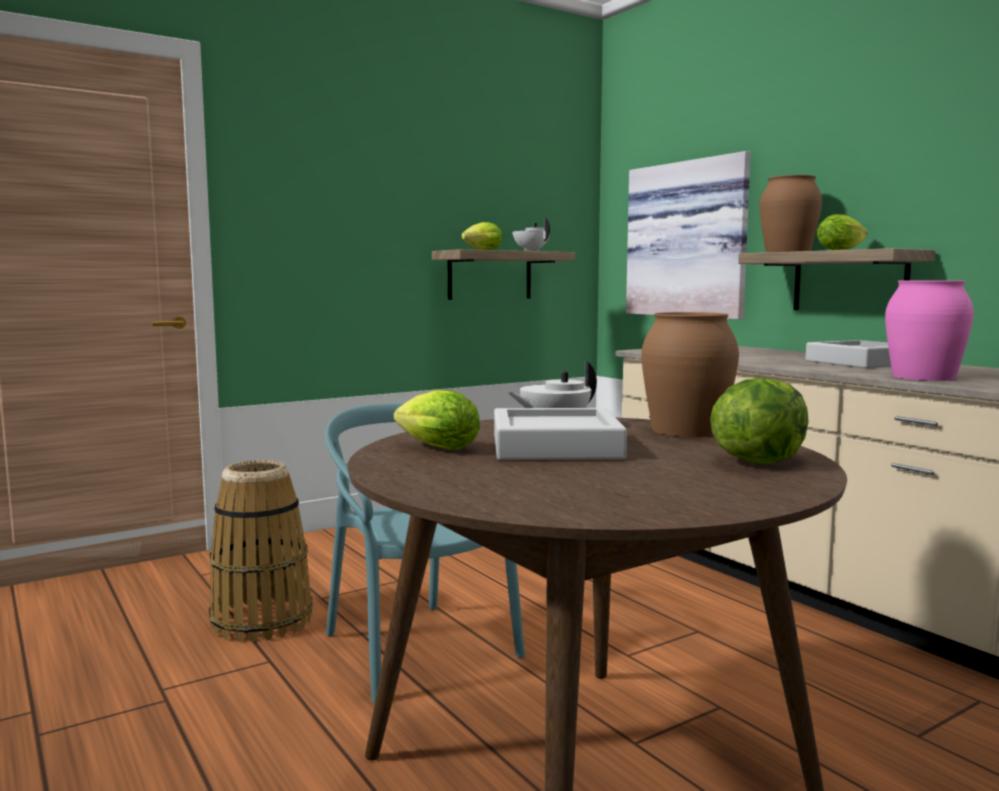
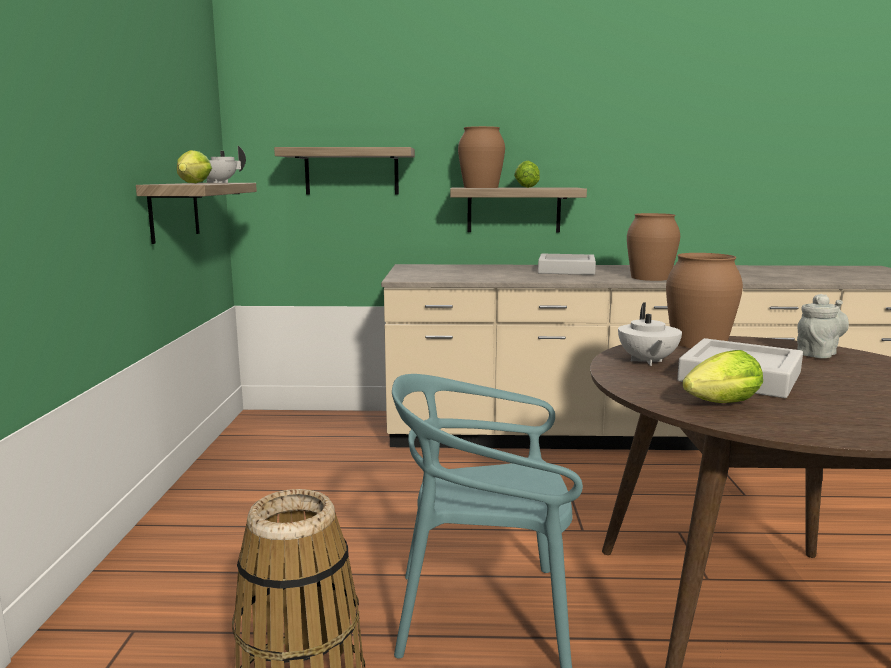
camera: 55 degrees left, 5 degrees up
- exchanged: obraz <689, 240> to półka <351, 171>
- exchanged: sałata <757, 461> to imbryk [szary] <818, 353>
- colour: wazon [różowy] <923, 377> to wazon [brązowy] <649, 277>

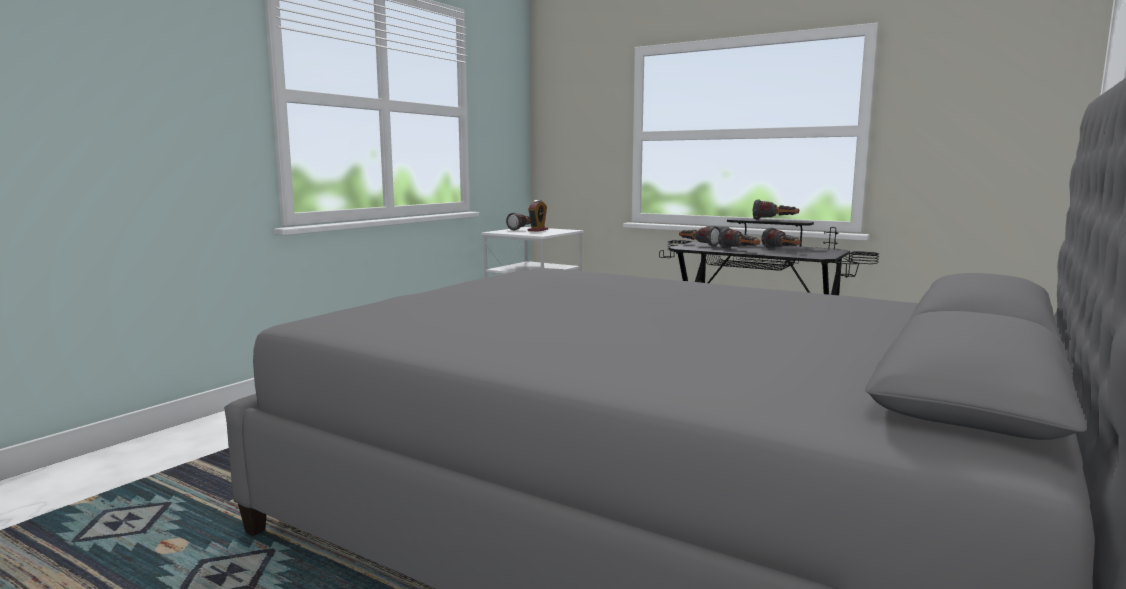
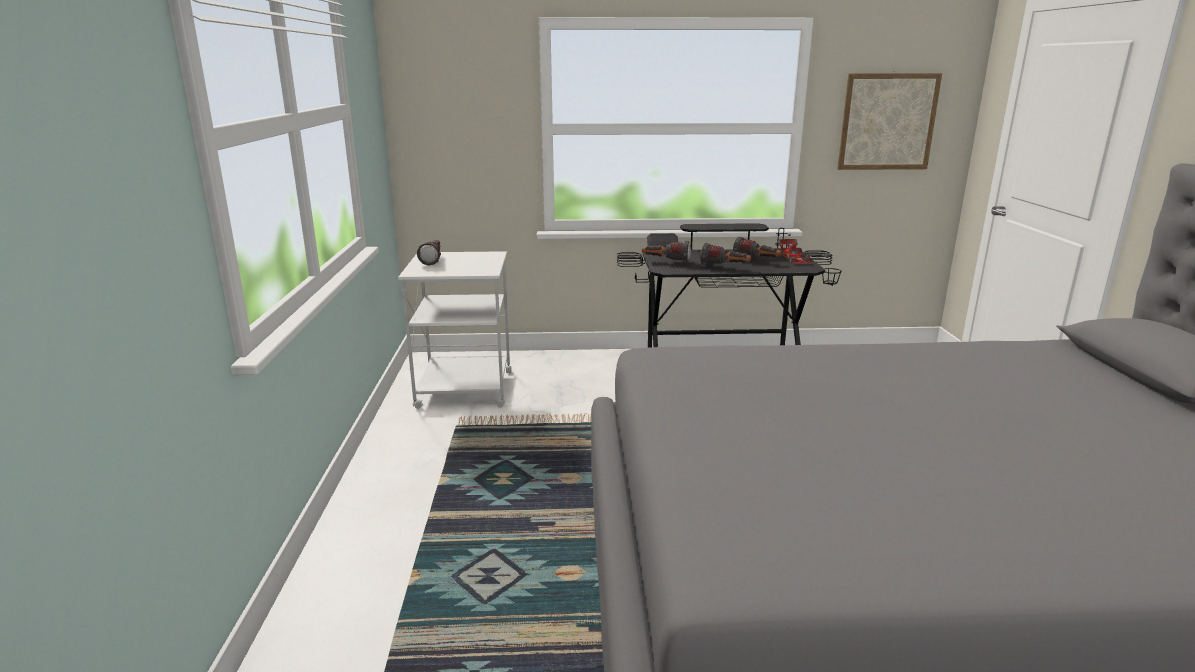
camera: 35 degrees left, 10 degrees up
- missing: budzik <537, 230>
- missing: latarka <775, 220>
- appeared: samochodzik <793, 258>
- appeared: obraz <888, 121>

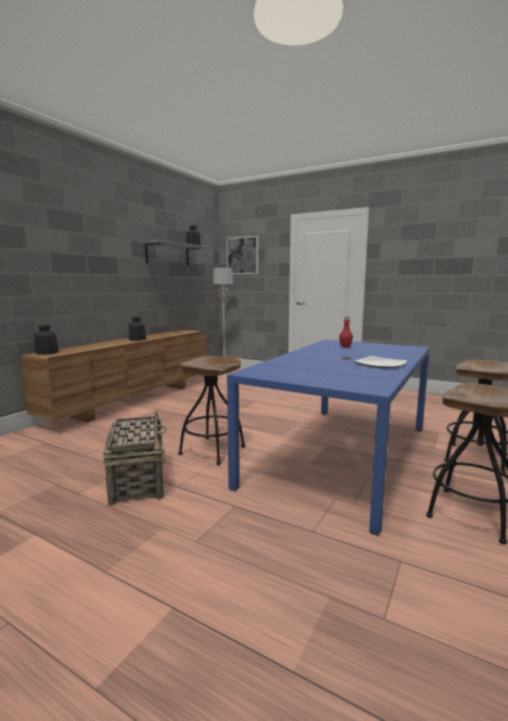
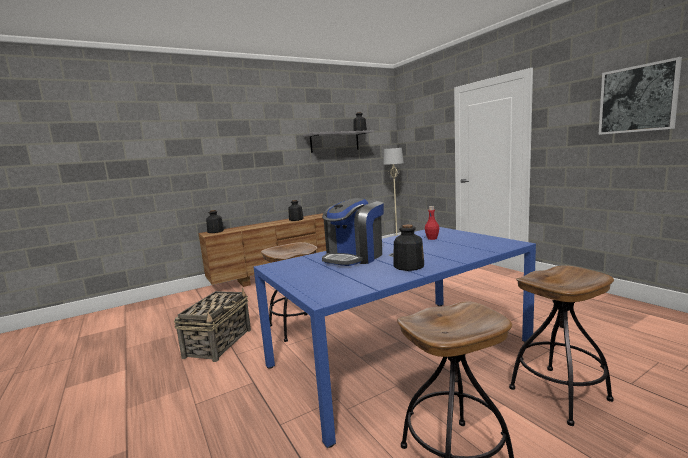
camera: 30 degrees right, 0 degrees up
- relocated: obraz <243, 255> to <637, 99>
- exchanged: talerz <380, 364> to butelka <408, 266>
- appeared: ekspres do kawy <354, 257>

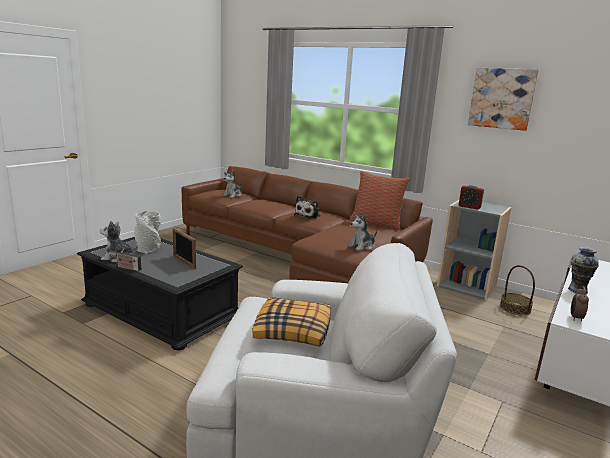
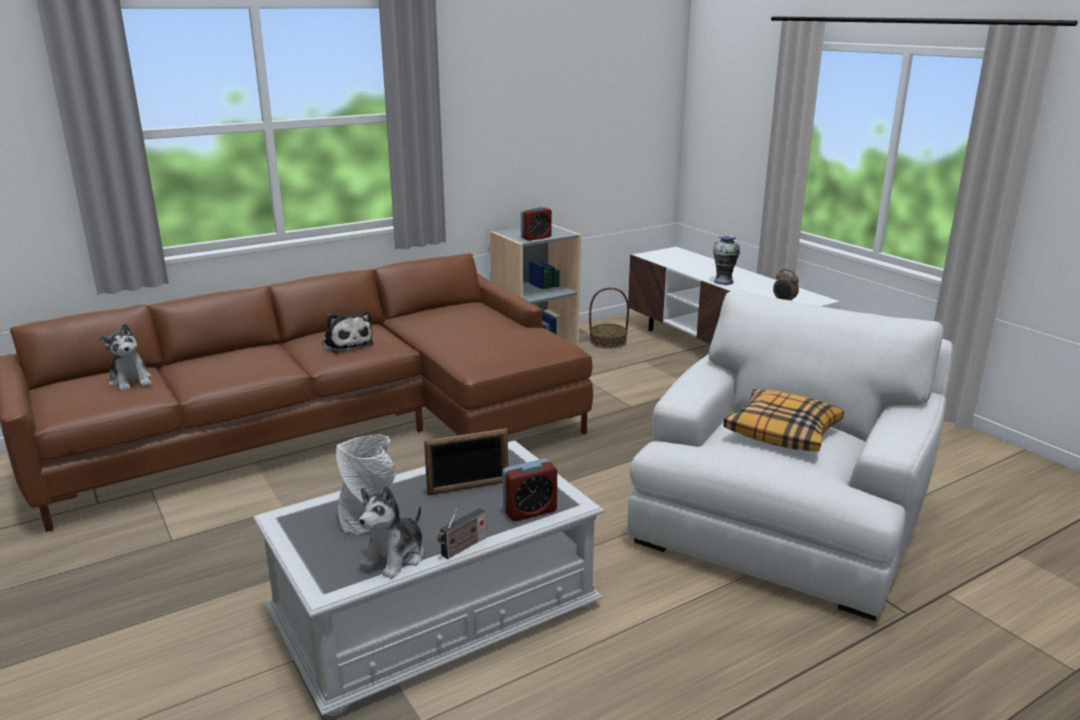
camera: 65 degrees left, 5 degrees up
- colour: ława [czarny] <162, 311> to ława [biały] <436, 609>
- missing: pluszak <362, 246>
- missing: poduszka <376, 223>
- missing: obraz <502, 98>
- appeared: budzik <530, 511>

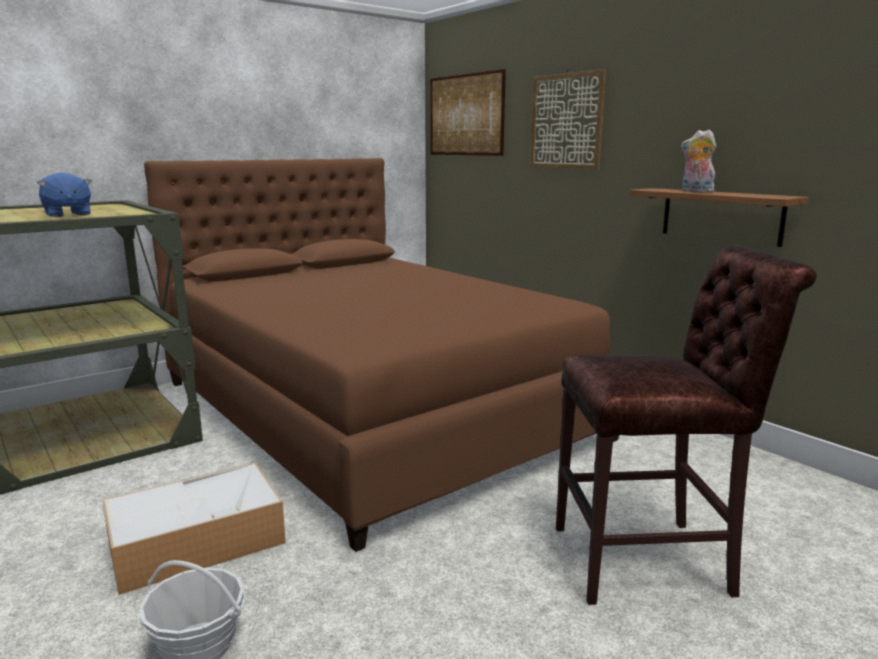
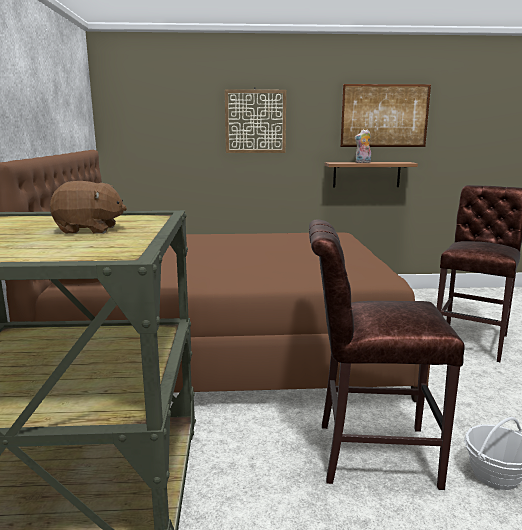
camera: 55 degrees left, 0 degrees up
- colour: pluszak [niebieski] <67, 215> to pluszak [brązowy] <89, 230>
- exchanged: pojemnik do przechowywania <199, 541> to stołek [brązowy] <368, 453>
- relocated: obraz <465, 115> to <384, 116>

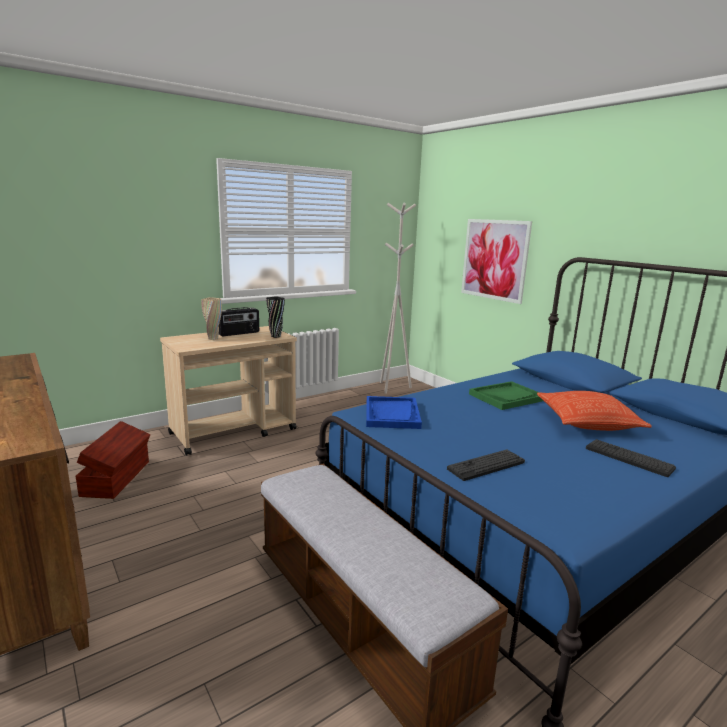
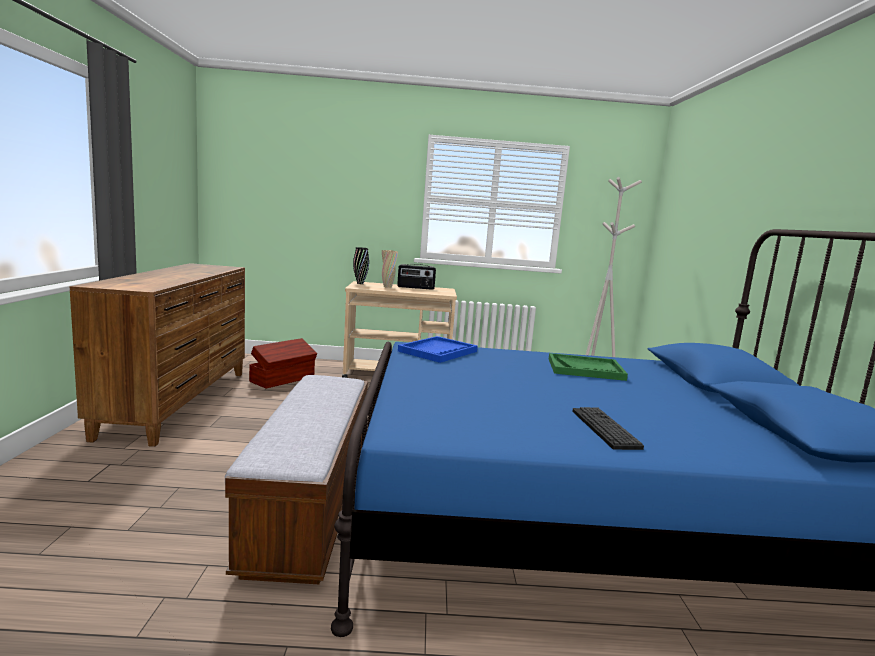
camera: 35 degrees right, 5 degrees down
- relocated: wazon [czarny] <276, 336> to <360, 283>
- missing: klawiatura <486, 465>
- missing: obraz <494, 259>
- missing: poduszka [pomarańczowy] <587, 423>

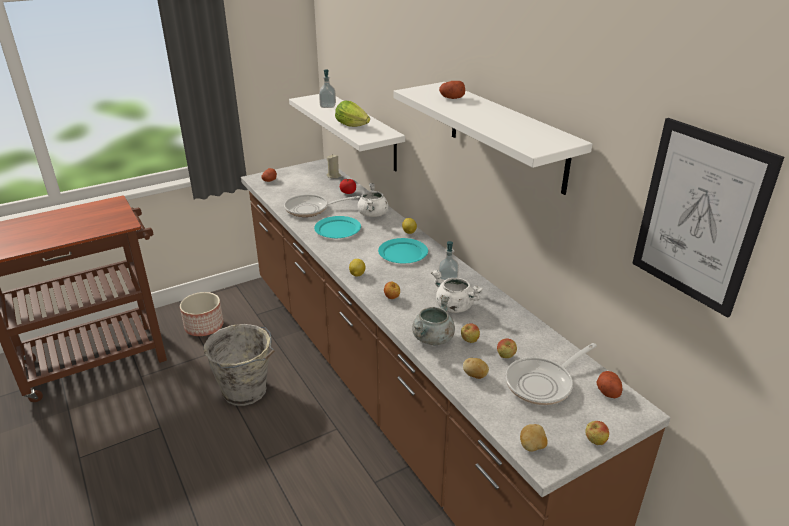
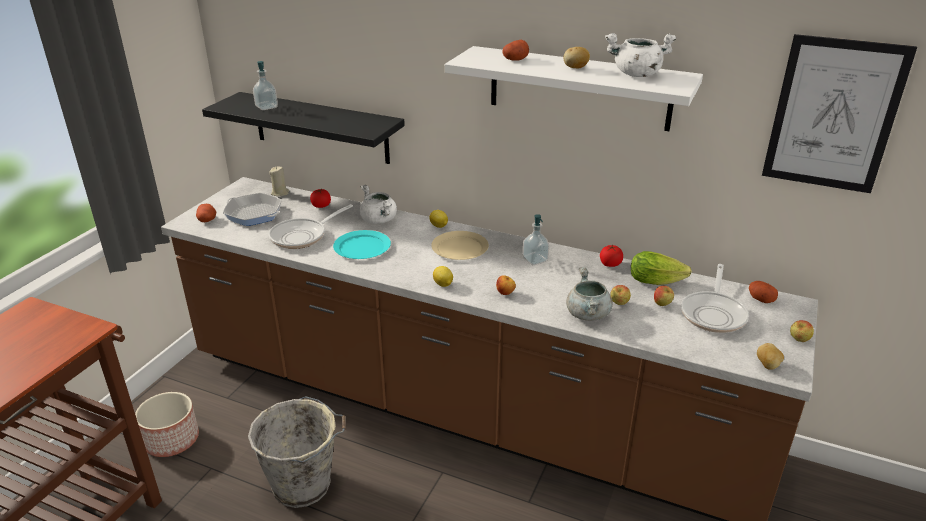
camera: 35 degrees left, 0 degrees up
- colour: półka [biały] <364, 131> to półka [czarny] <320, 128>
- relocated: sałata <353, 125> to <659, 281>
- colour: talerz [turkusowy] <403, 253> to talerz [beżowy] <460, 248>
- relocated: garnek [biały] <454, 307> to <636, 74>
- relocated: ziemniak <475, 376> to <575, 68>
- appeared: patelnia <254, 214>
- appeared: pomidor <610, 264>

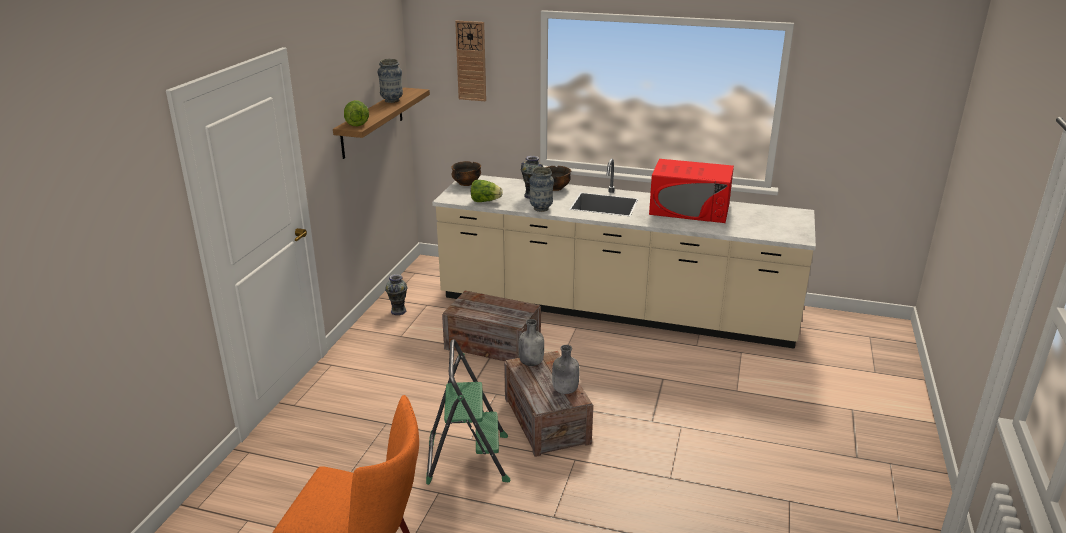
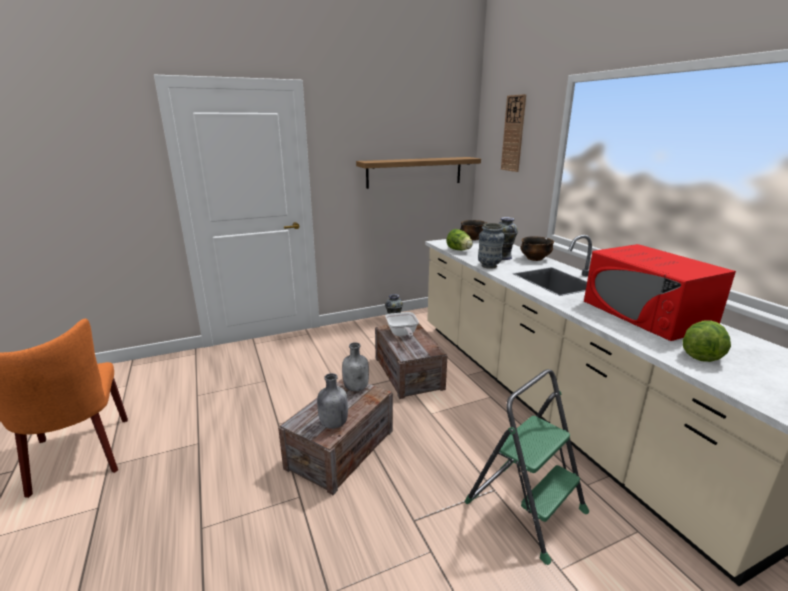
camera: 50 degrees right, 5 degrees down
- relocated: sałata <357, 123> to <701, 354>
- missing: wazon <392, 101>
- relocated: drabinka [zielony] <464, 458> to <522, 503>
- appeared: patelnia <402, 334>

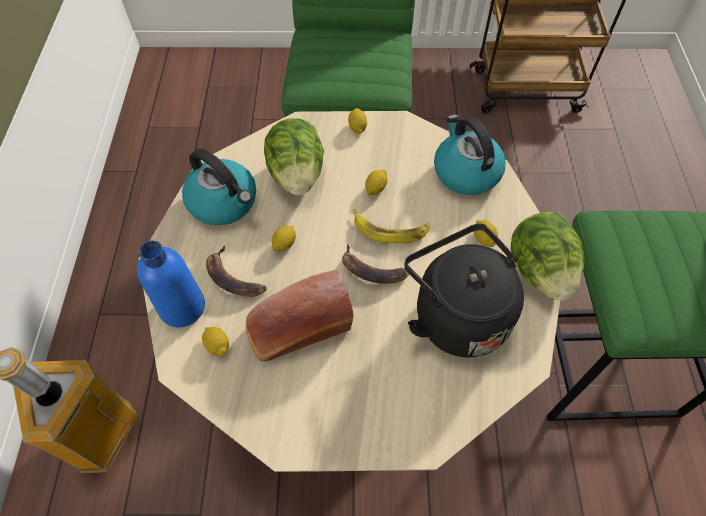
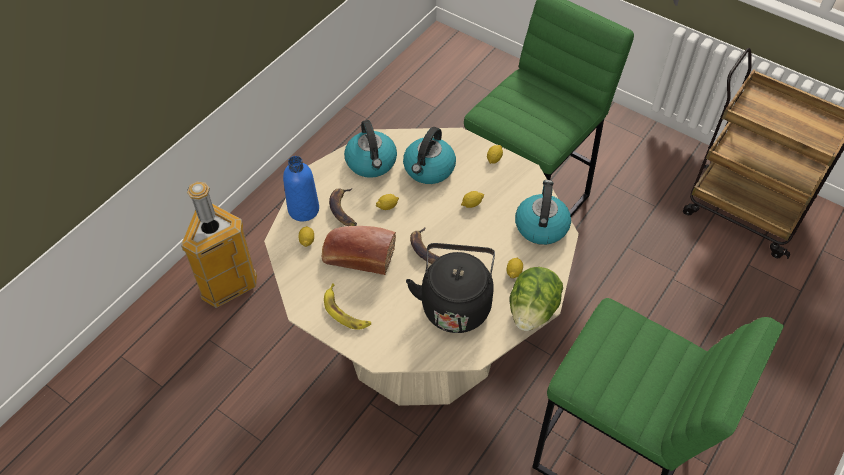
camera: 35 degrees right, 5 degrees down
- exchanged: sałata <297, 175> to czajnik <429, 169>
- relocated: banan <390, 230> to <346, 312>

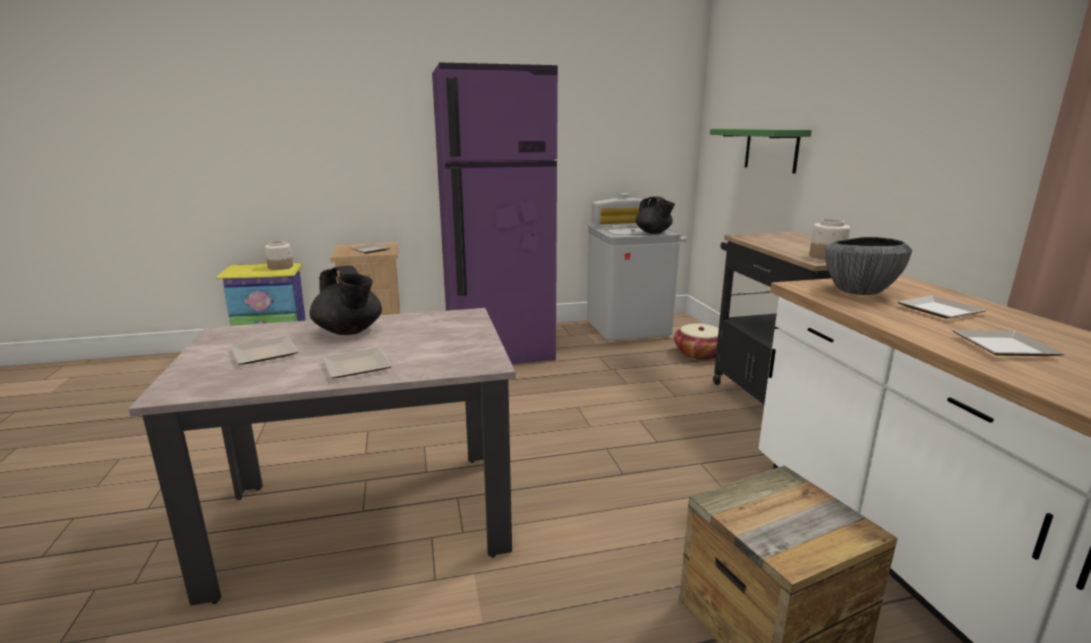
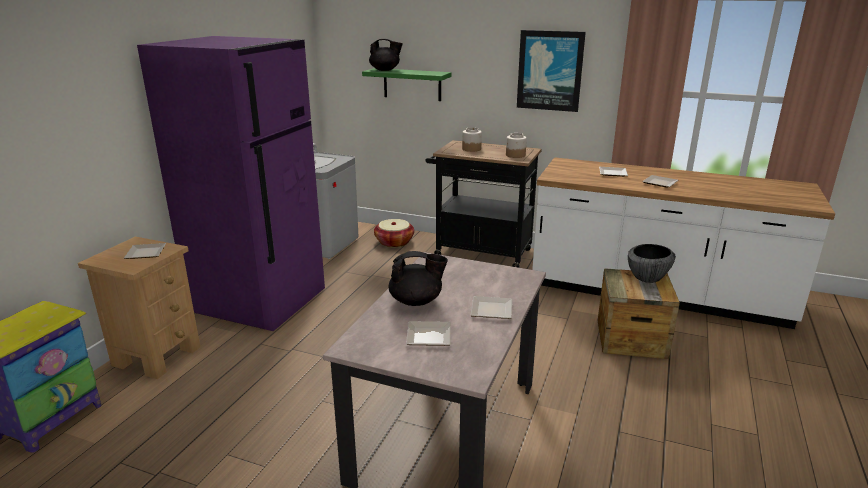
camera: 55 degrees left, 5 degrees up
- relocated: słoik <281, 267> to <471, 149>
- relocated: imbryk [czarny] <654, 232> to <385, 70>
- relocated: miska <859, 291> to <647, 278>
- appeared: obraz <550, 70>

